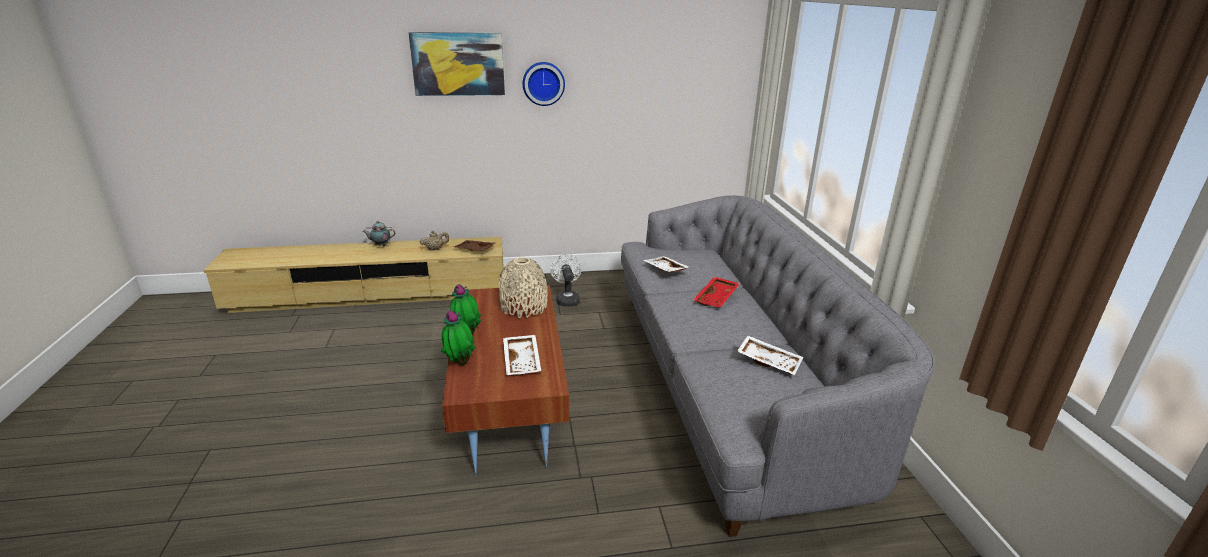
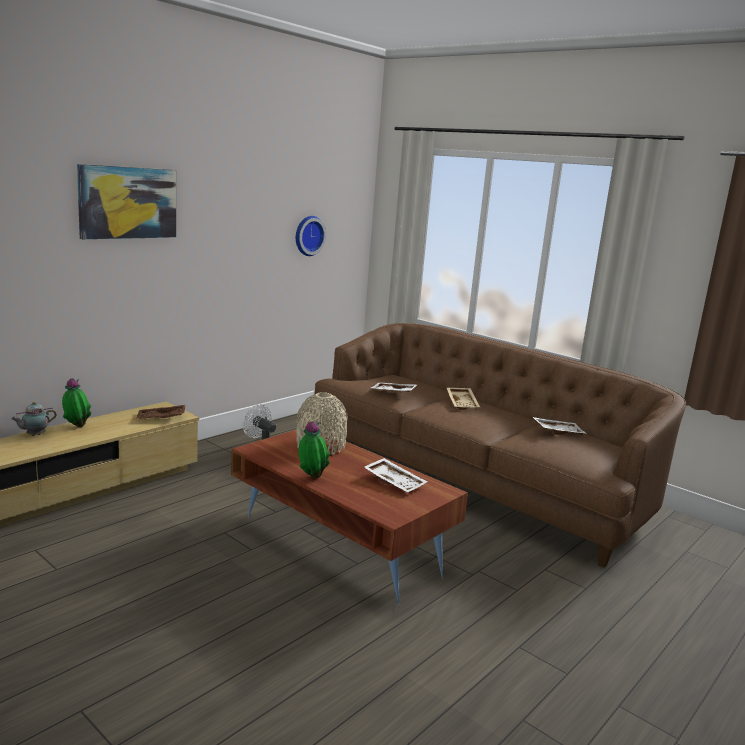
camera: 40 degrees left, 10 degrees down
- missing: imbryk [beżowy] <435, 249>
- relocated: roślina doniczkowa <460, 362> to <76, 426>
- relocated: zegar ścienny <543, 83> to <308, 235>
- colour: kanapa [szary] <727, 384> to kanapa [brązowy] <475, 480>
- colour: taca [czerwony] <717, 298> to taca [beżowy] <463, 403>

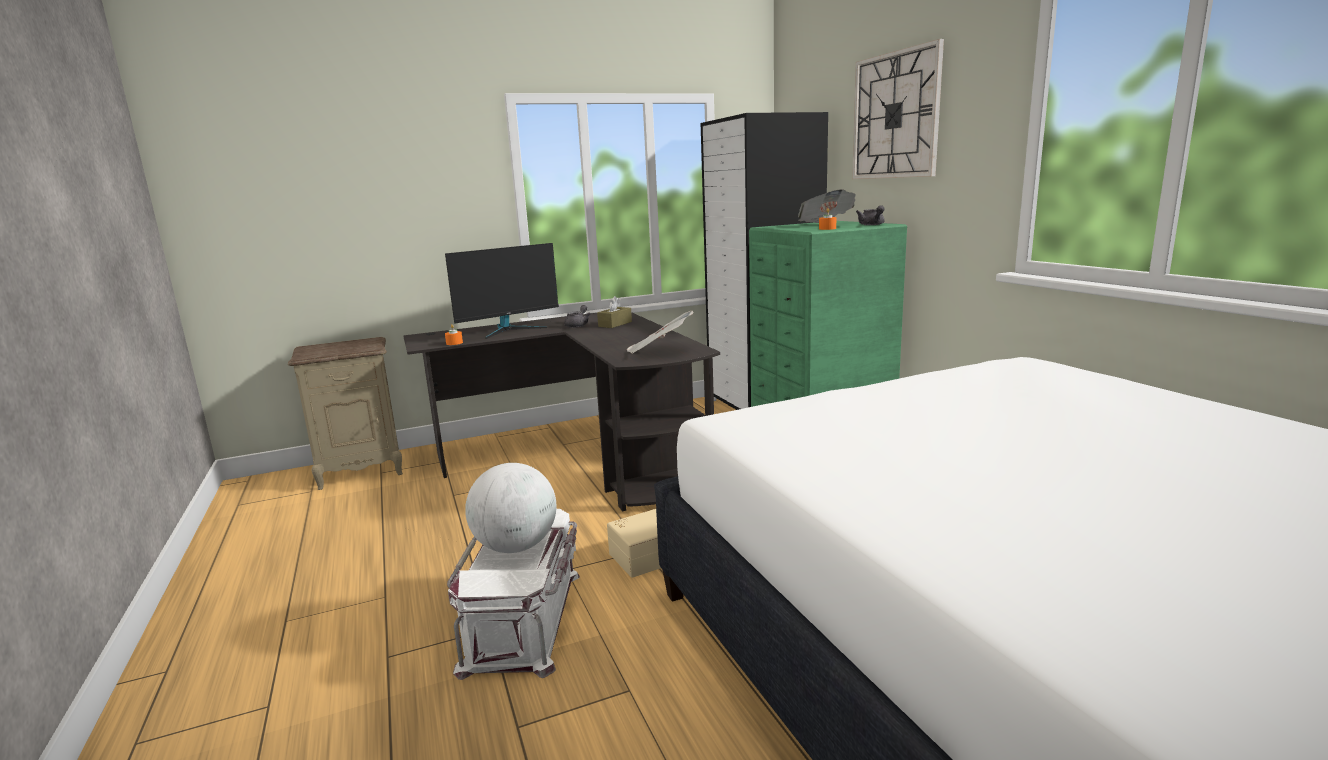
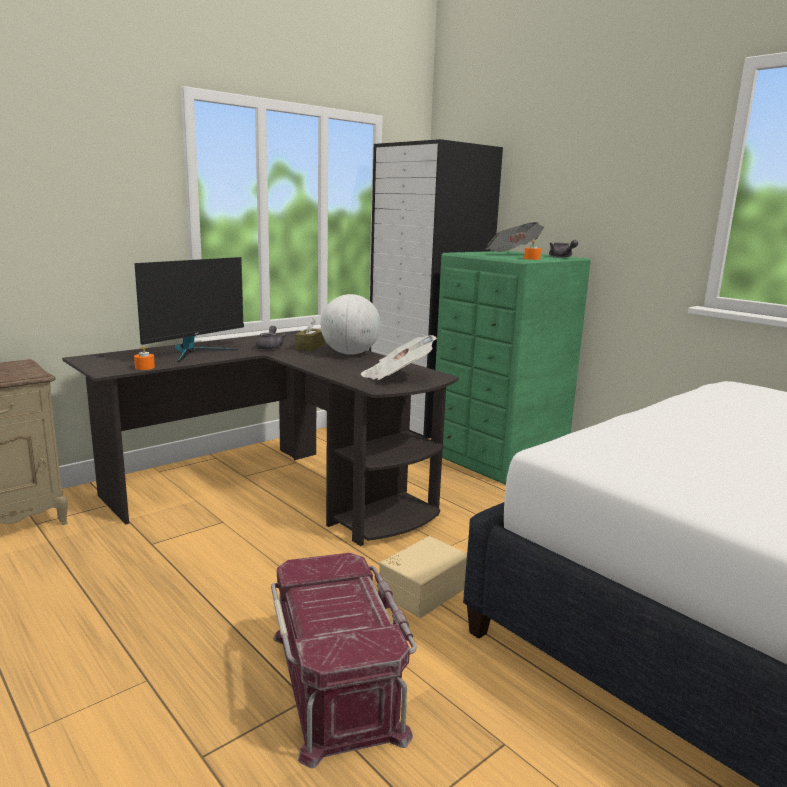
camera: 20 degrees left, 0 degrees up
- colour: pojemnik do przechowywania [biały] <525, 619> to pojemnik do przechowywania [czerwony] <339, 682>
- relocated: globus <516, 547> to <350, 353>
- missing: zegar ścienny <895, 116>

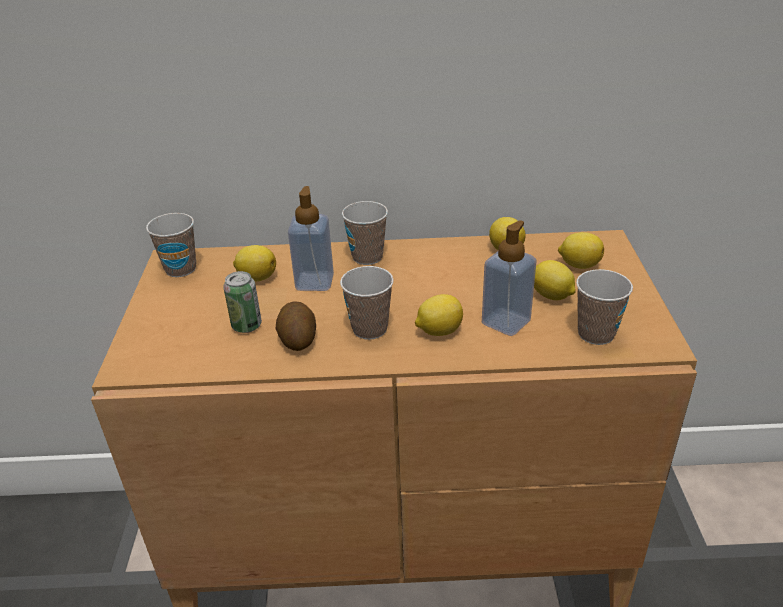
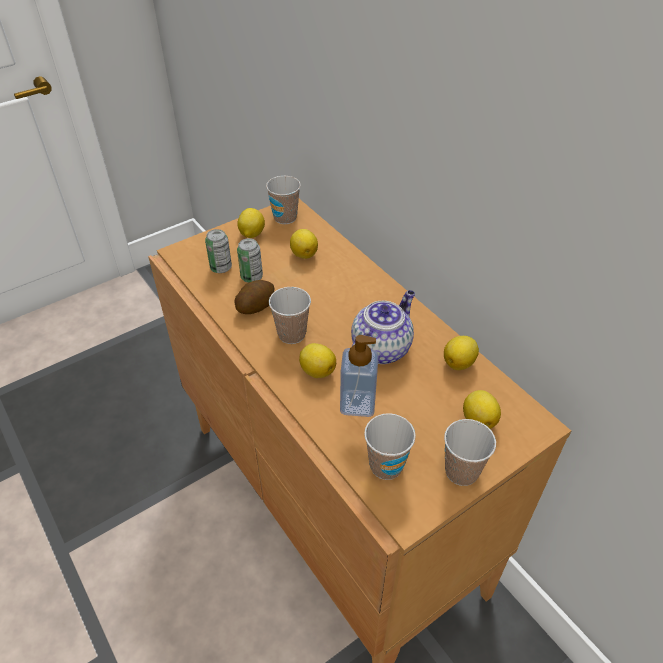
camera: 55 degrees right, 10 degrees up
- missing: dozownik mydła <314, 282>
- relocated: filiżanka <367, 257> to <461, 472>
- relocated: cytryna <552, 296> to <251, 234>
- appeared: puszka <221, 268>
- appeared: imbryk <381, 348>

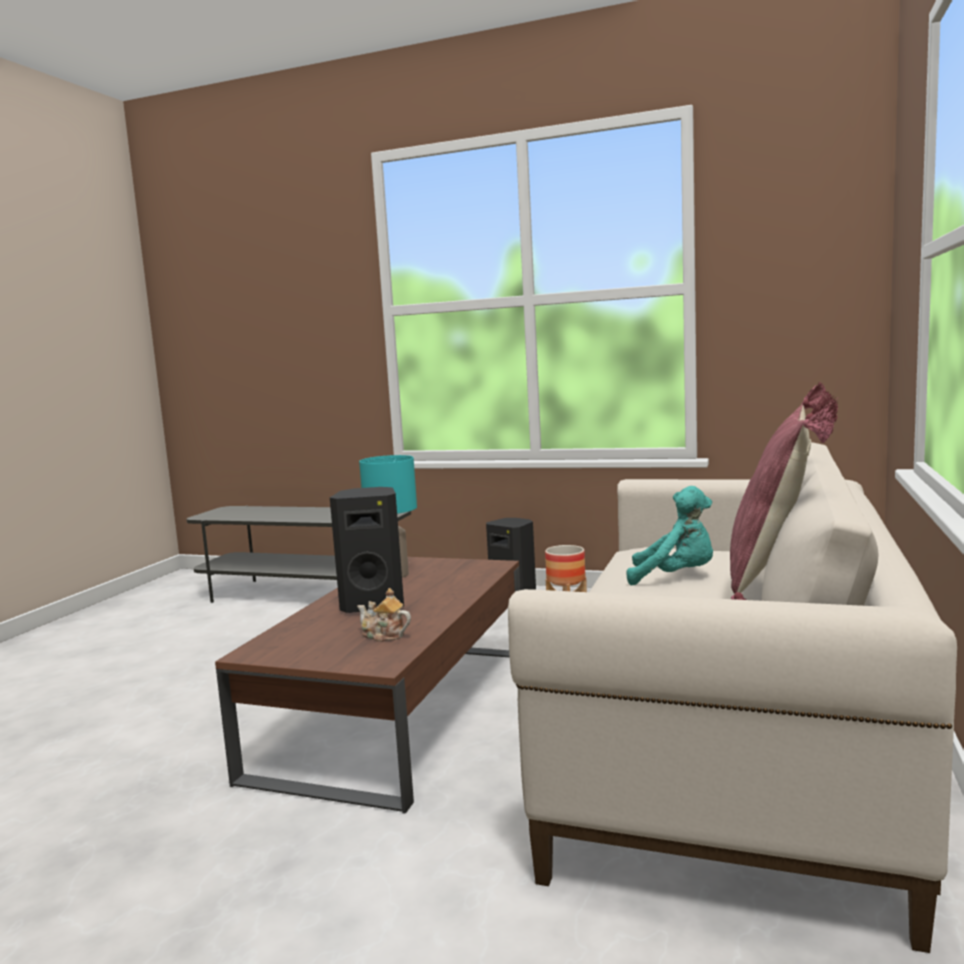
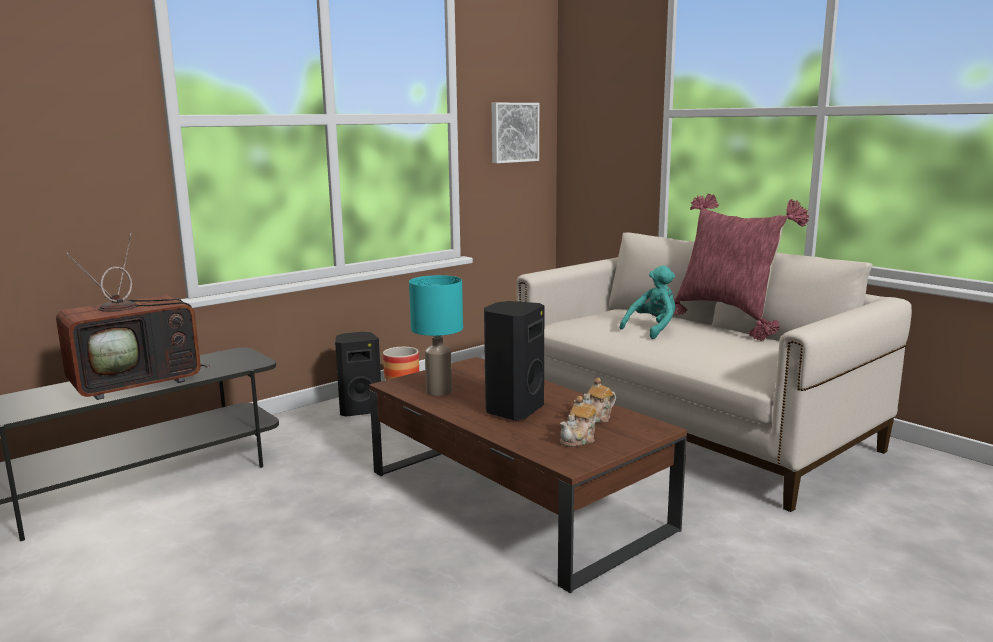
camera: 60 degrees left, 5 degrees up
- appeared: telewizor <138, 382>
- appeared: obraz <513, 132>
- appeared: imbryk <579, 440>

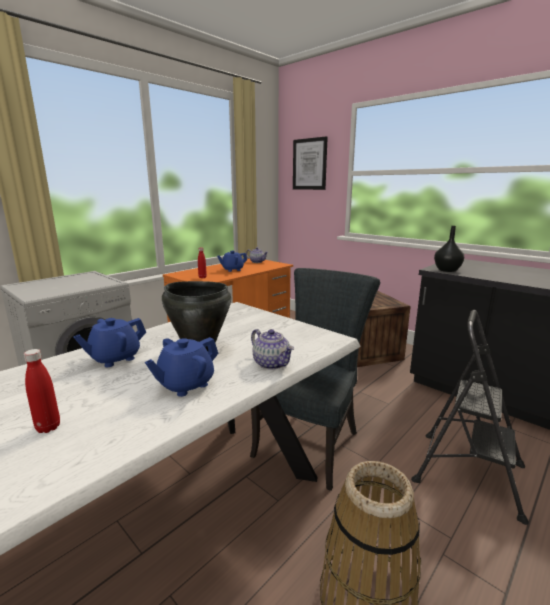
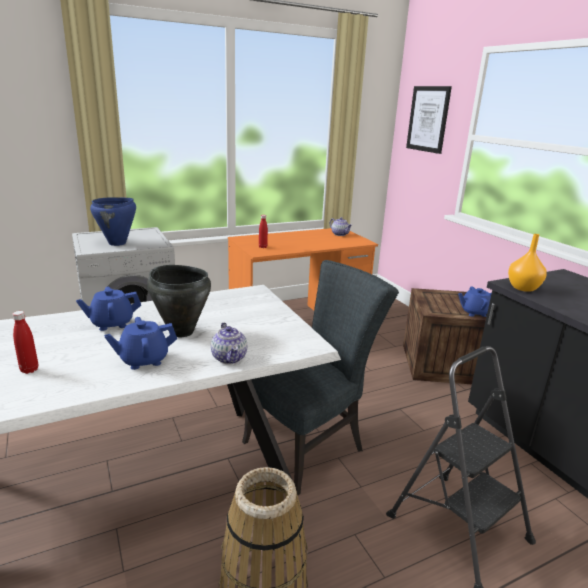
camera: 20 degrees right, 5 degrees up
- relocated: imbryk [niebieski] <232, 269> to <474, 312>
- colour: wazon [czarny] <447, 270> to wazon [pomarańczowy] <524, 288>
- appeared: garnek [niebieski] <117, 243>

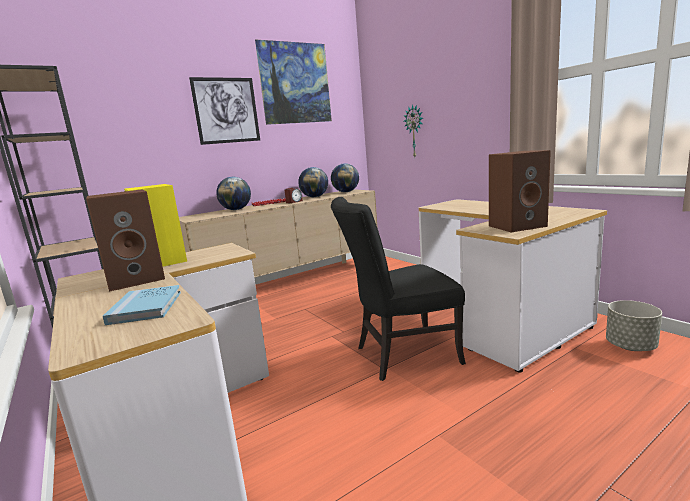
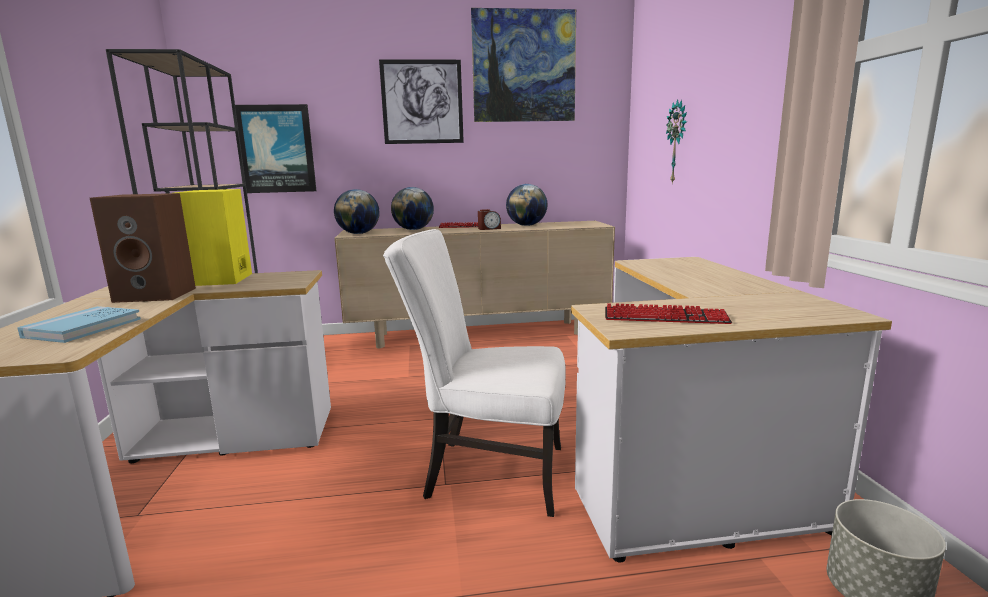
camera: 25 degrees right, 0 degrees up
- relocated: globus <346, 192> to <358, 233>
- colour: krzesło [czarny] <401, 355> to krzesło [biały] <486, 472>
- exchanged: głośnik [brązowy] <517, 226> to klawiatura <665, 317>
- appeared: obraz <276, 149>

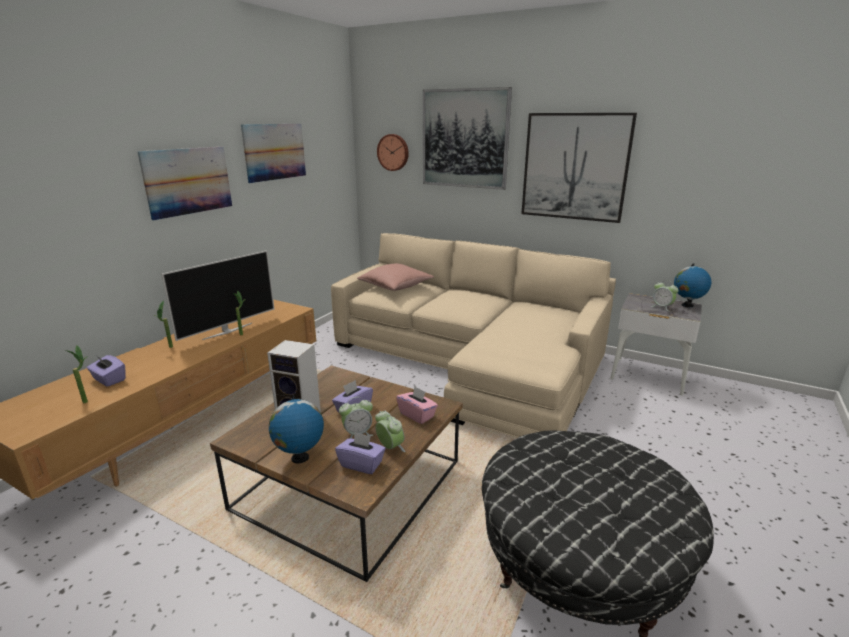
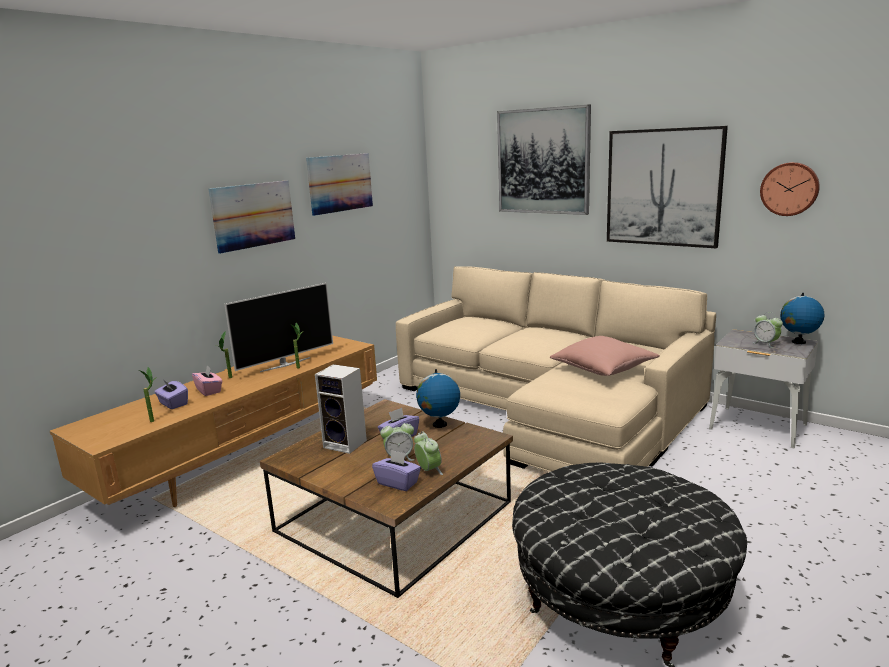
camera: 10 degrees right, 5 degrees down
- relocated: globus <300, 458> to <439, 425>
- relocated: poduszka [różowy] <395, 286> to <603, 368>
- relocated: zegar ścienny <393, 152> to <789, 189>
- relocated: pudełko chusteczek [różowy] <417, 415> to <209, 391>

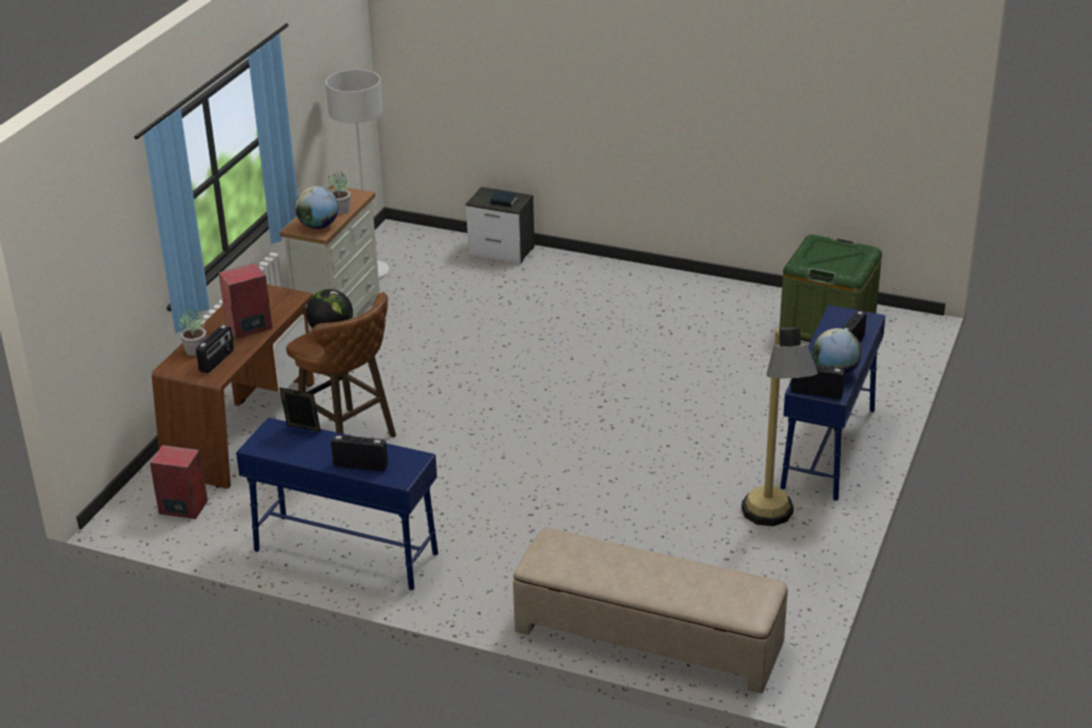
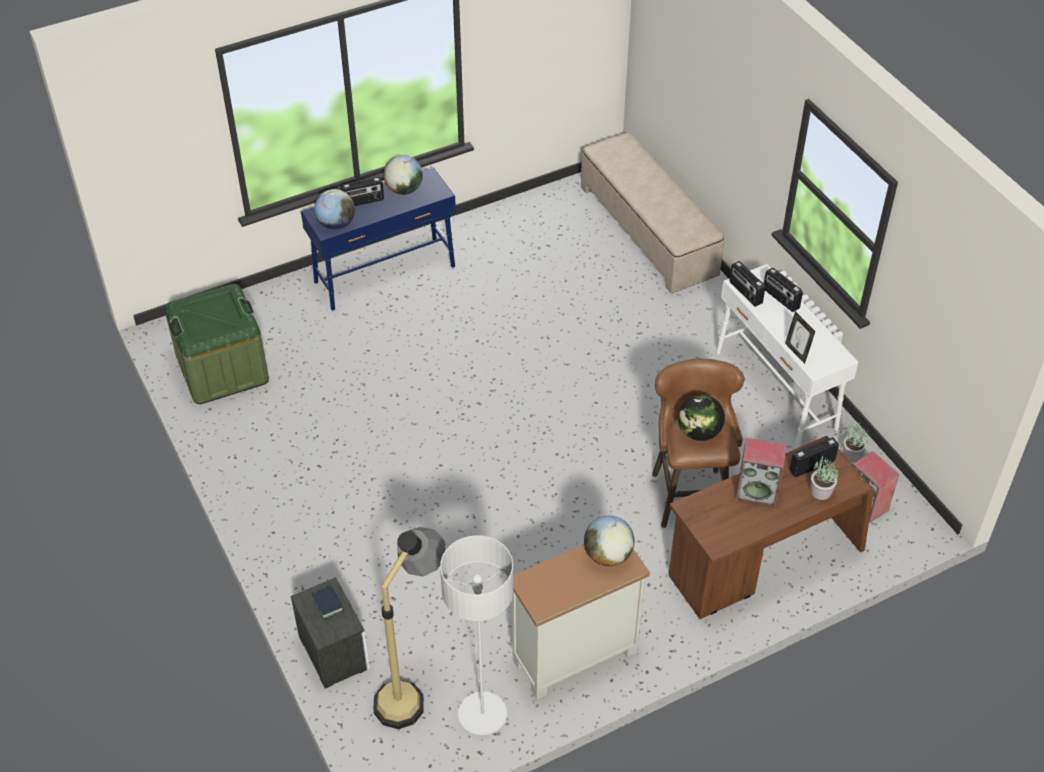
camera: 140 degrees left, 15 degrees up
- colour: stolik konsolowy [niebieski] <346, 551> to stolik konsolowy [biały] <774, 391>
- relocated: roślina doniczkowa <340, 210> to <851, 454>
- relocated: lampa stojąca <772, 525> to <413, 688>
- relocated: radio <816, 392> to <745, 293>
- appeared: globus <336, 224>

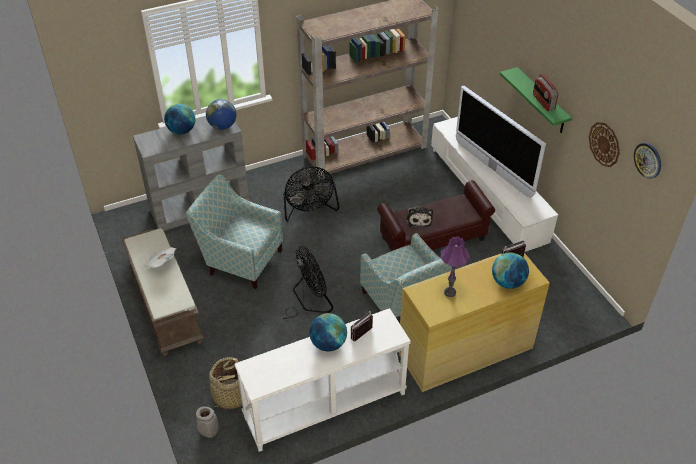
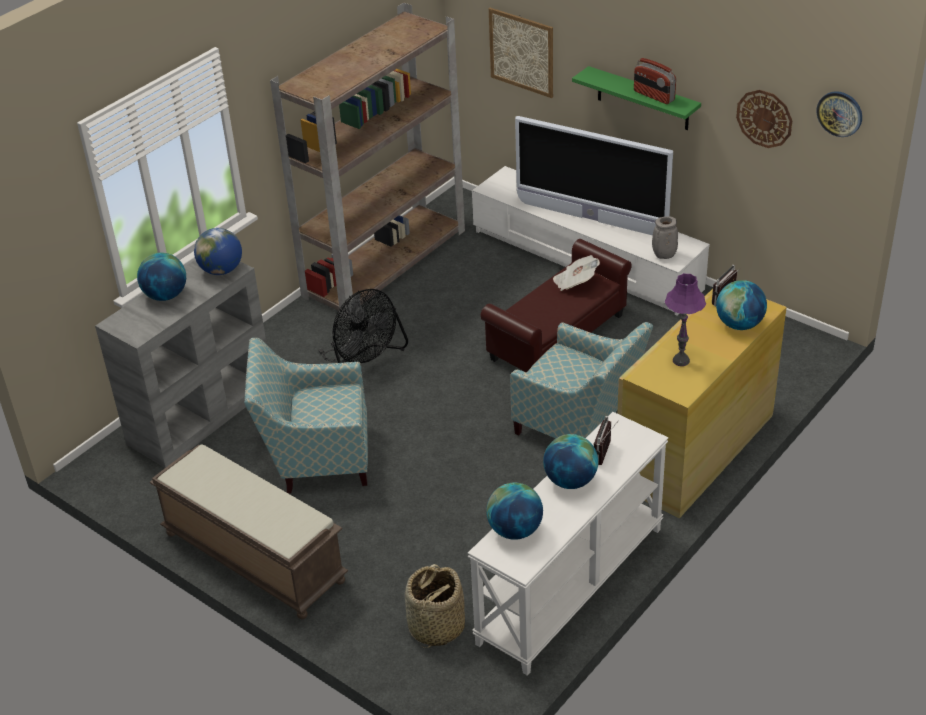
camera: 25 degrees left, 5 degrees down
- relocated: gazeta <161, 263> to <575, 282>
- relocated: wazon [szary] <208, 432> to <664, 256>
- missing: wentylator [czarny] <307, 299>
- missing: pluszak <419, 219>
- appeared: globus <515, 530>
- appeared: obraz <521, 51>

